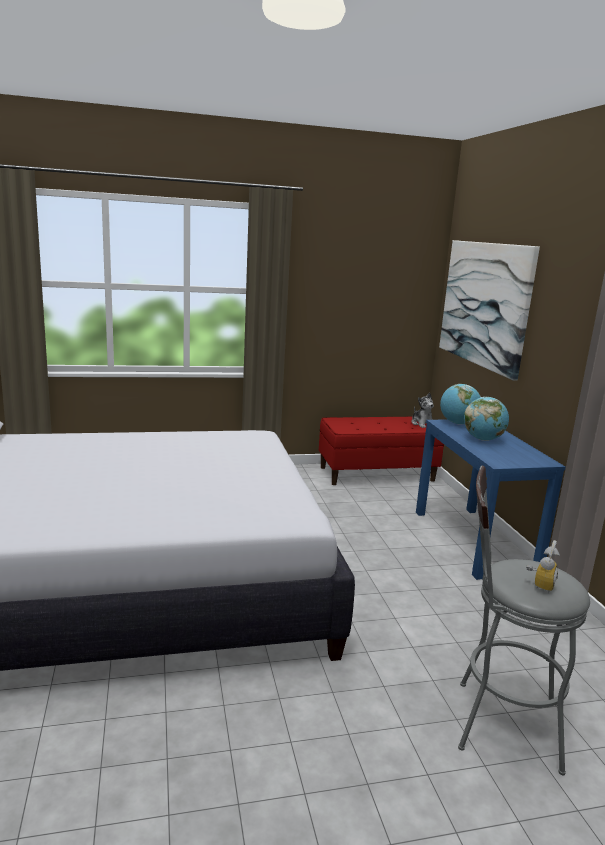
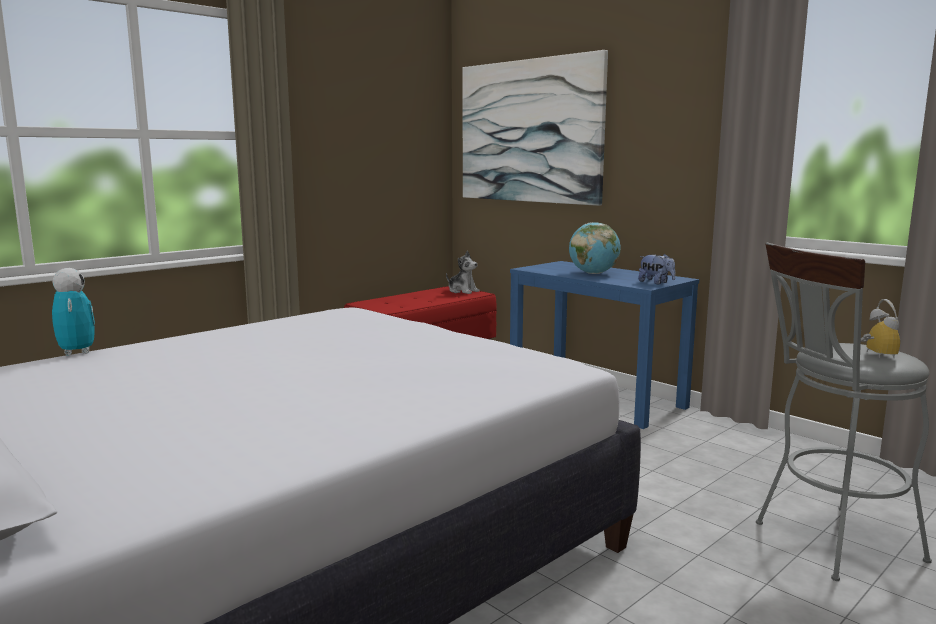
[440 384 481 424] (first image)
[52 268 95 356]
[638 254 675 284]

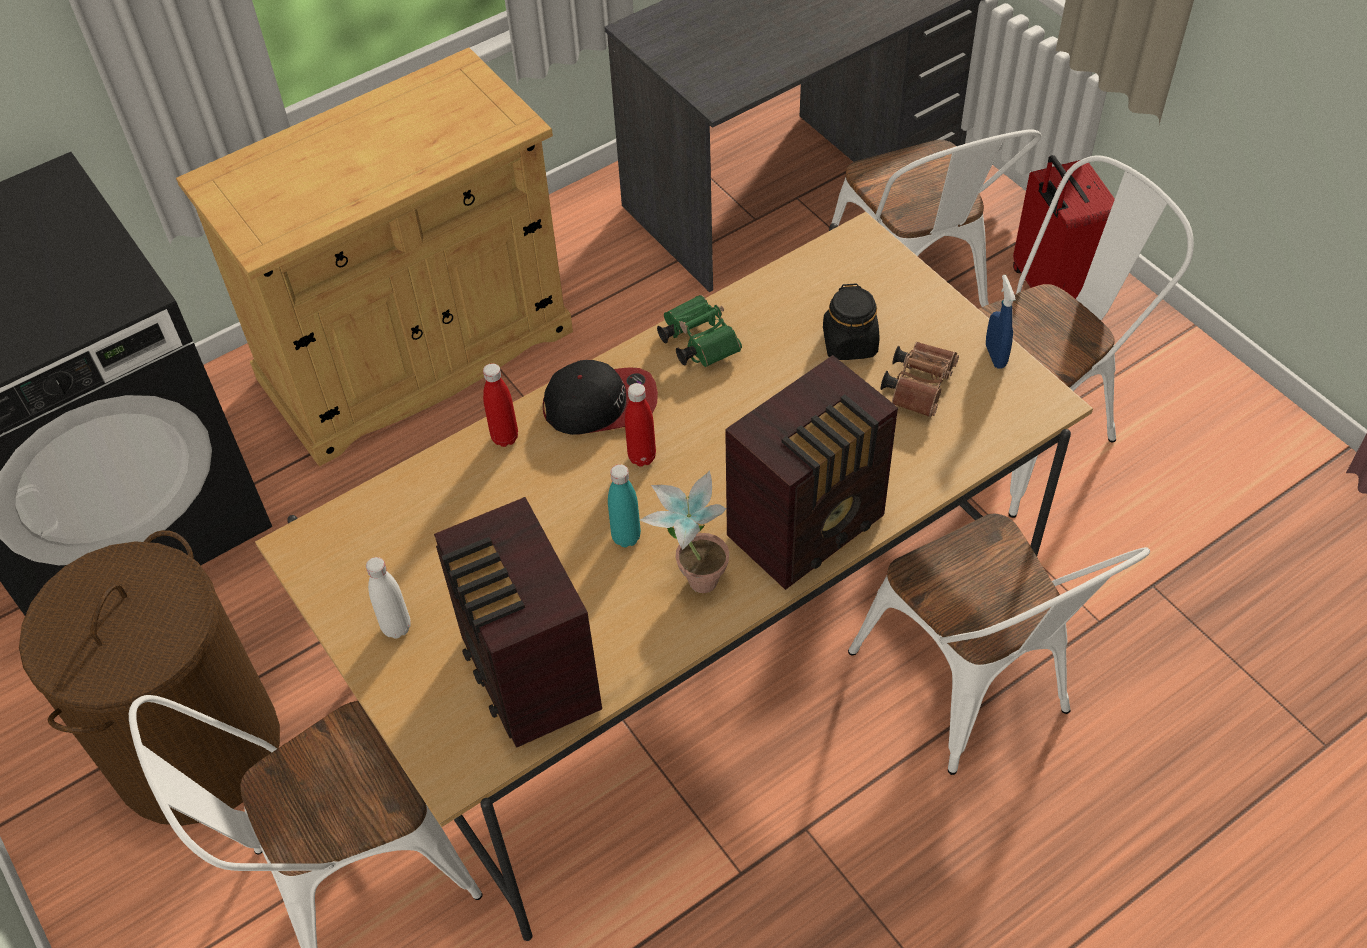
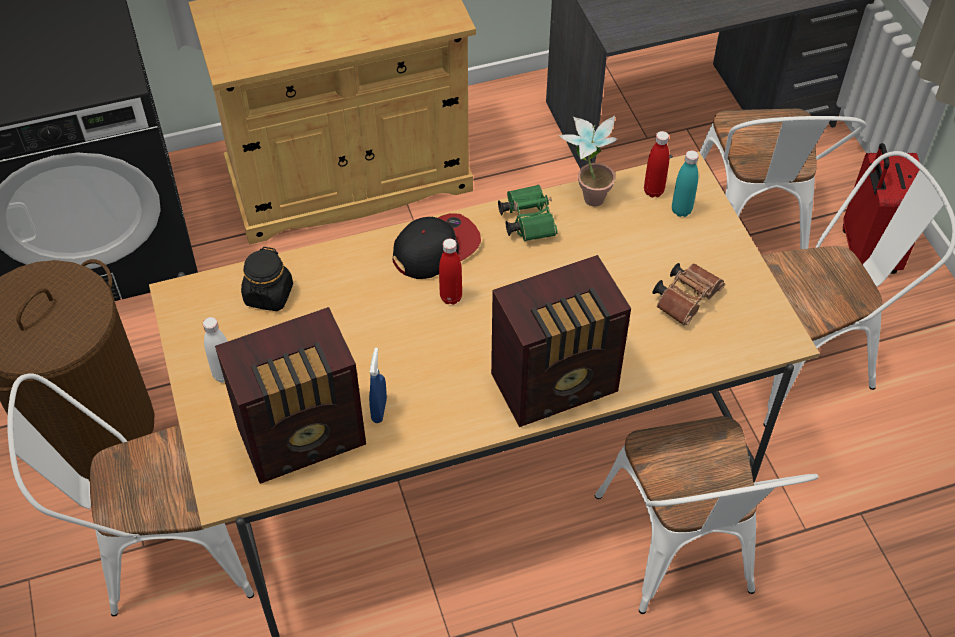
[215 307 366 484]
[644 131 669 197]
[393 213 481 279]
[672 150 699 217]
[558 115 617 206]
[241 247 293 311]
[369 348 387 423]

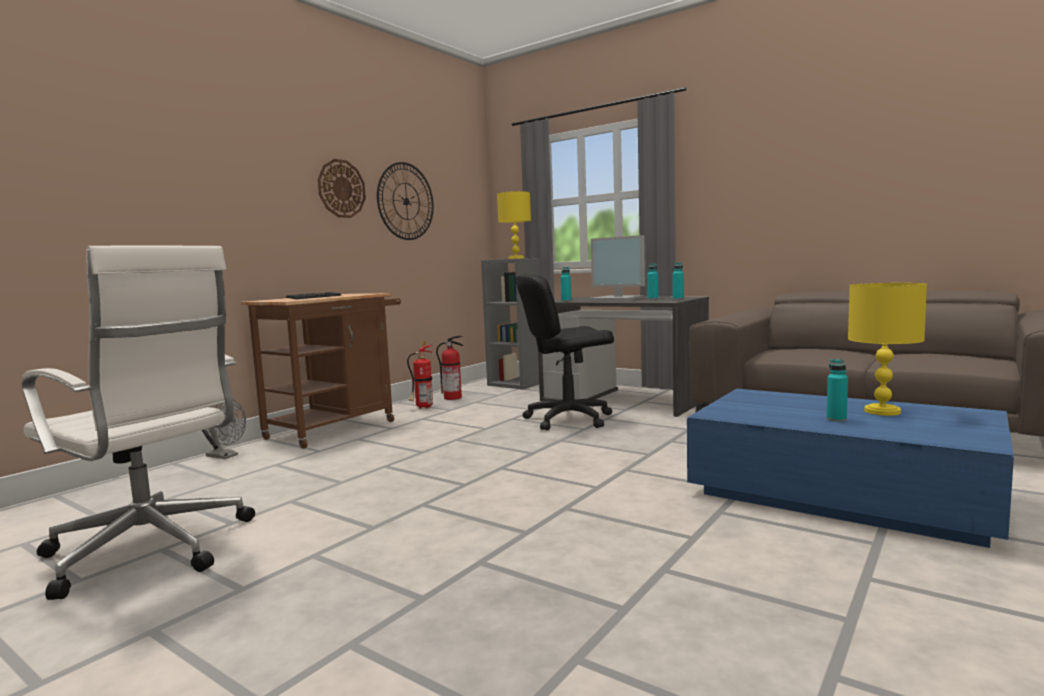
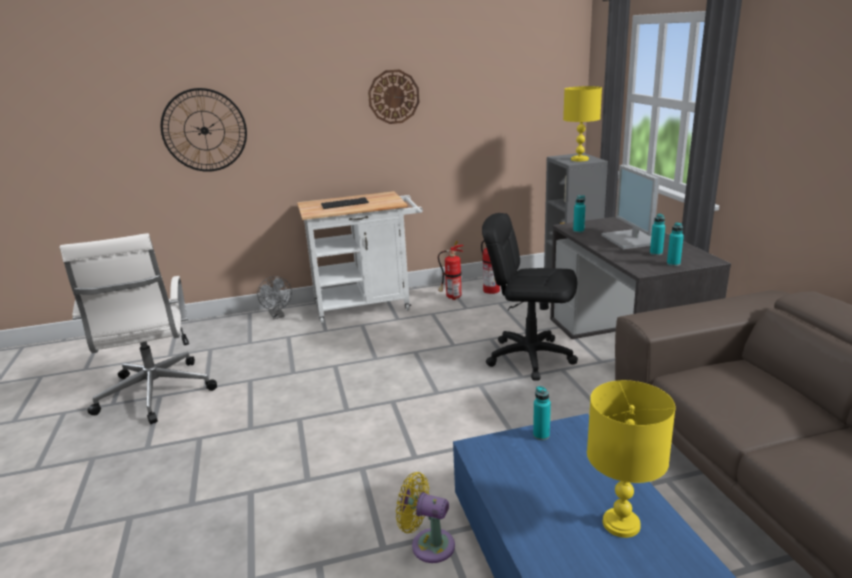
[297 191 423 324]
[161 88 247 172]
[533 386 551 440]
[396 472 455 563]

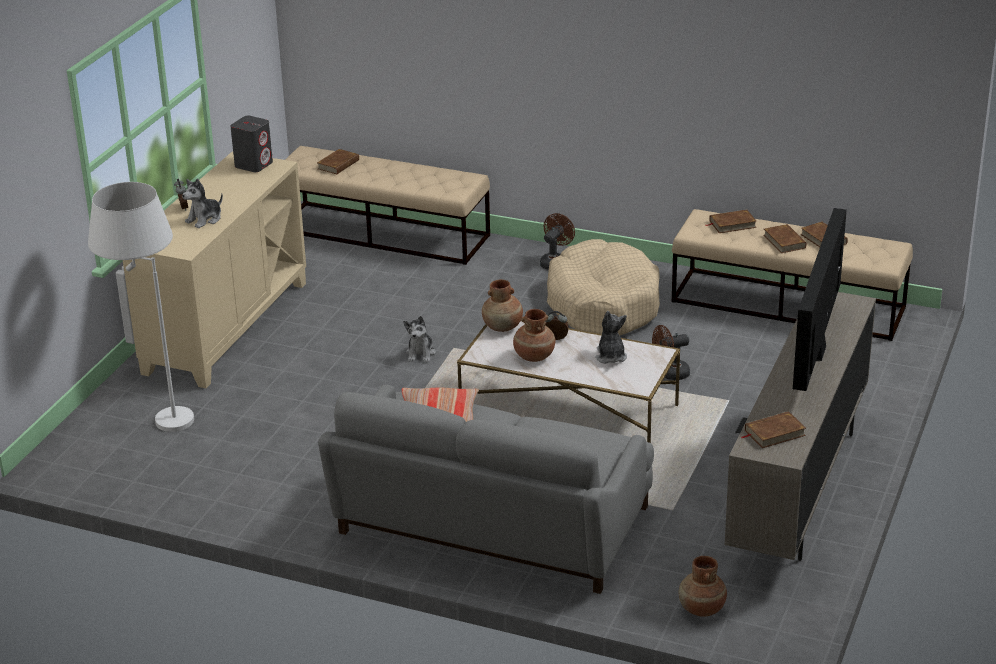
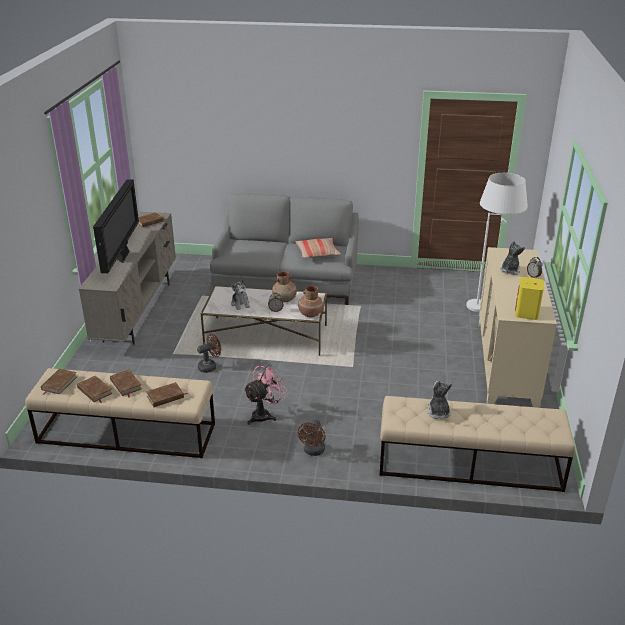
[515 277 544 320]
[41 369 77 395]
[427 381 452 419]
[243 363 288 425]
[679 556 727 617] (first image)

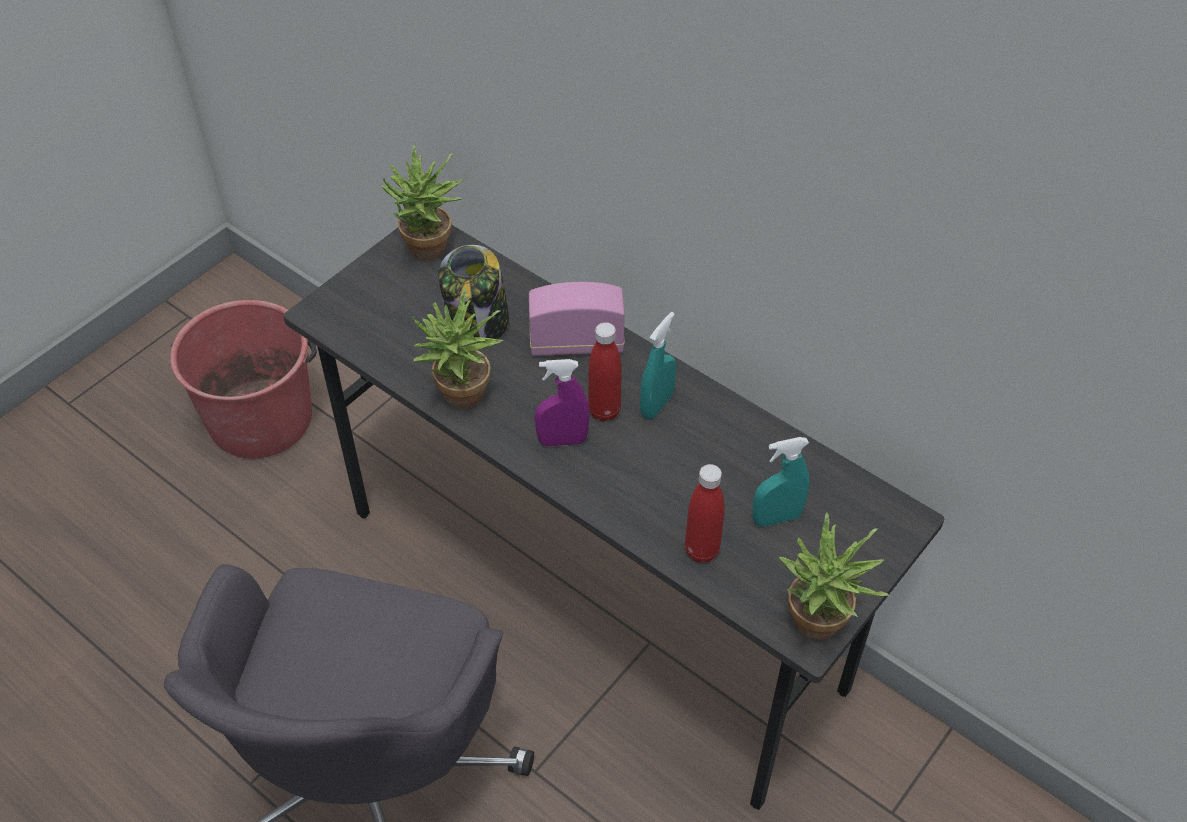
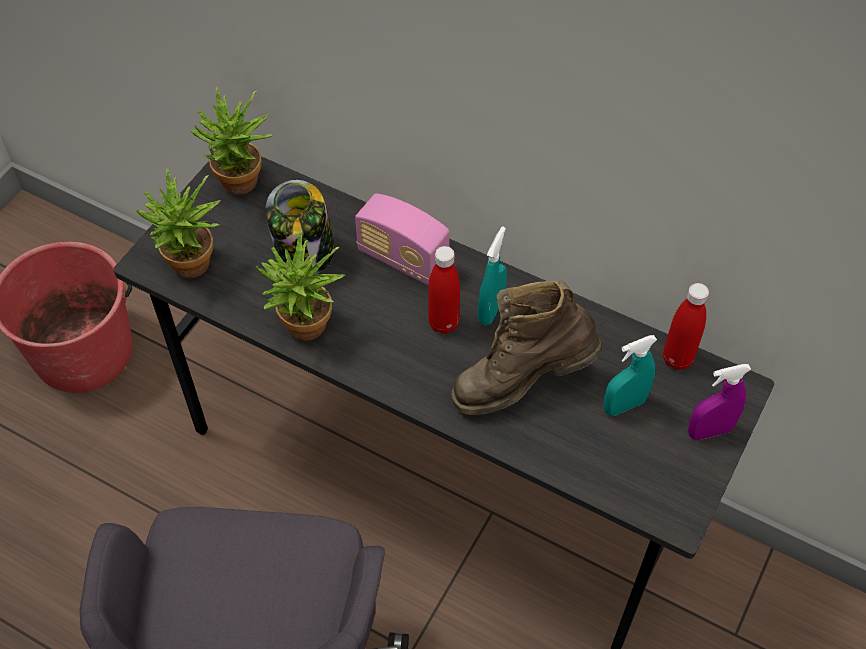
[355 193 450 286]
[688 364 751 440]
[663 283 709 370]
[136 168 221 278]
[451 280 603 415]

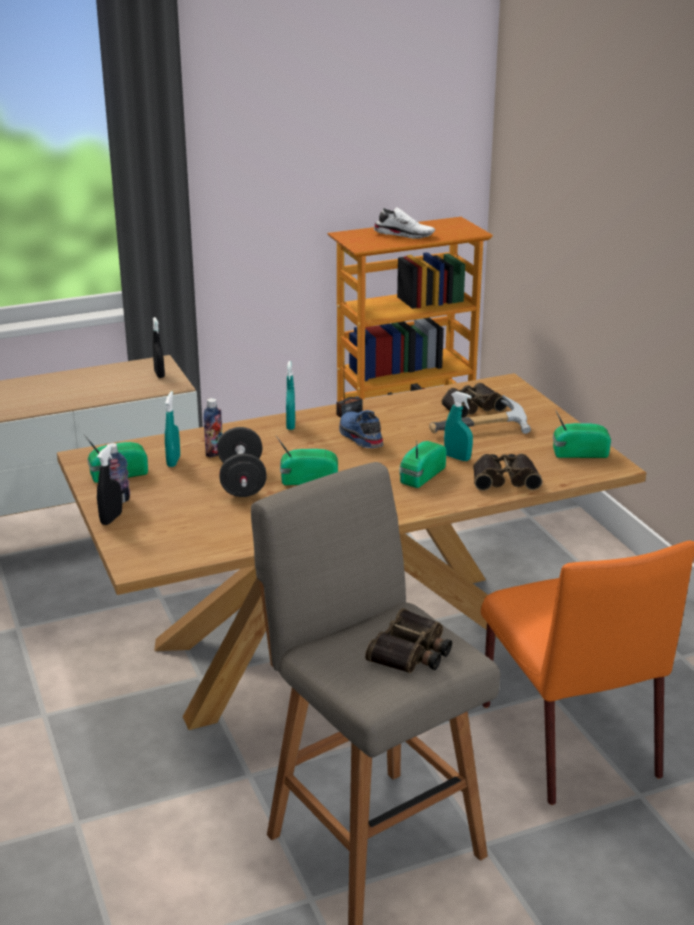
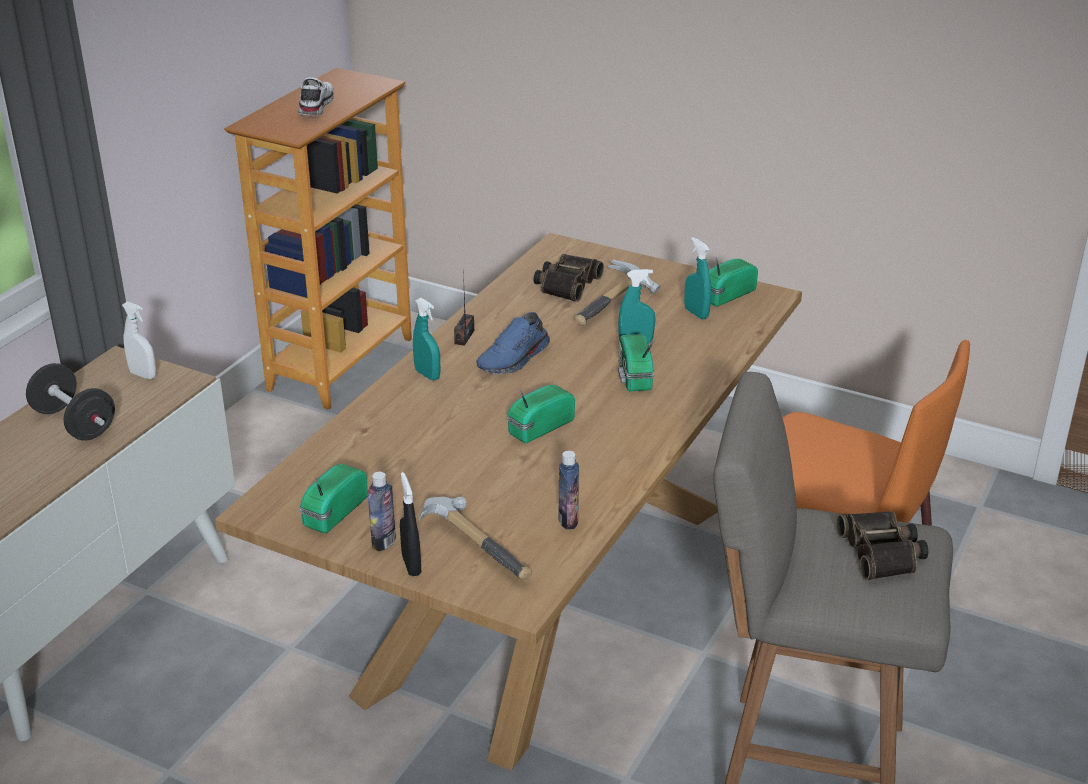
[122 302 156 379]
[684 237 711 319]
[558 451 579 530]
[26 363 115 441]
[476 312 550 374]
[298 77 334 116]
[473 454 543 491] (first image)
[419 496 532 579]

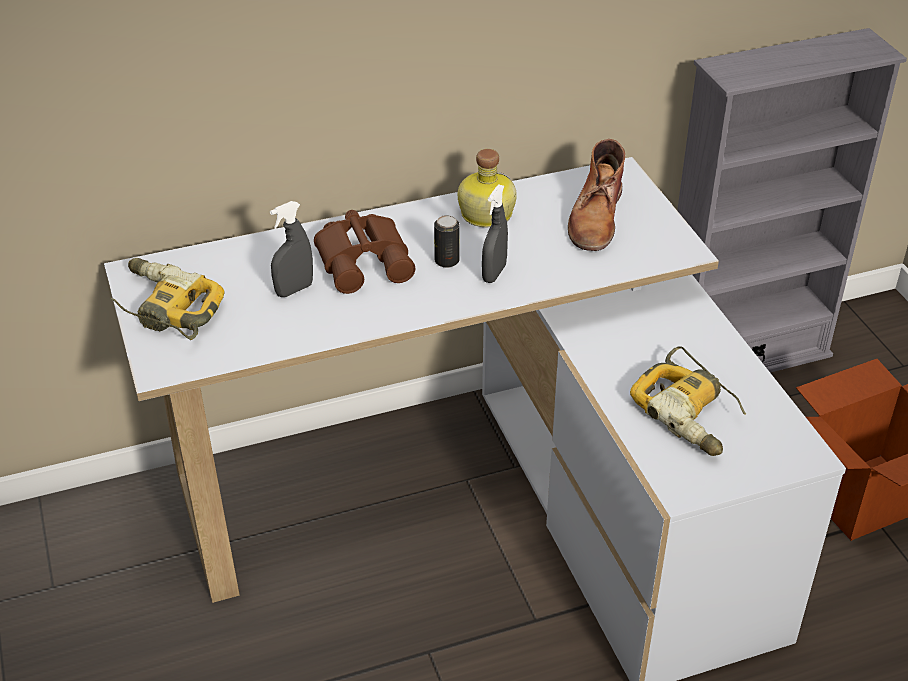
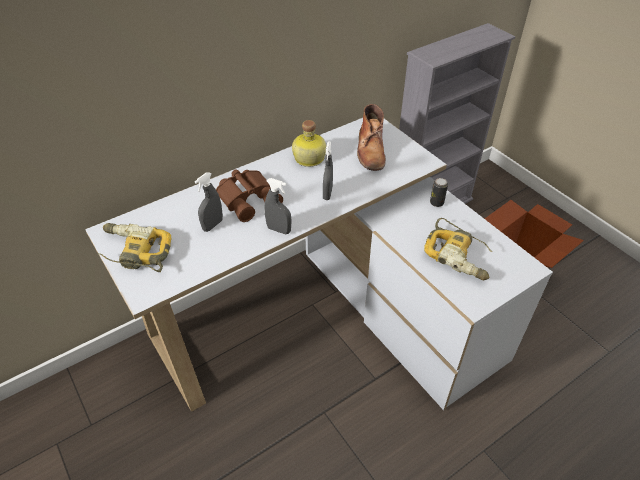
[430 178 448 207]
[264 178 291 234]

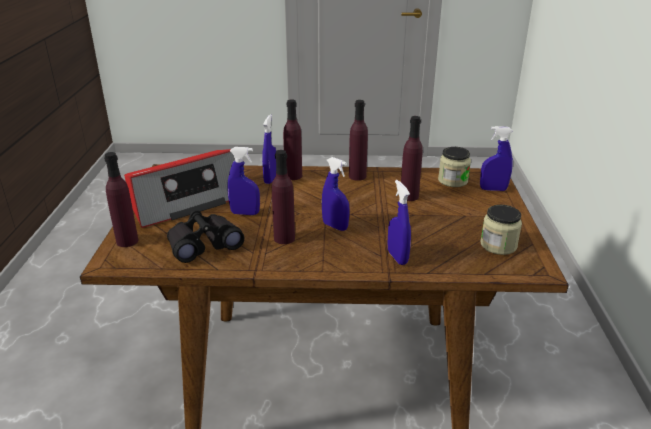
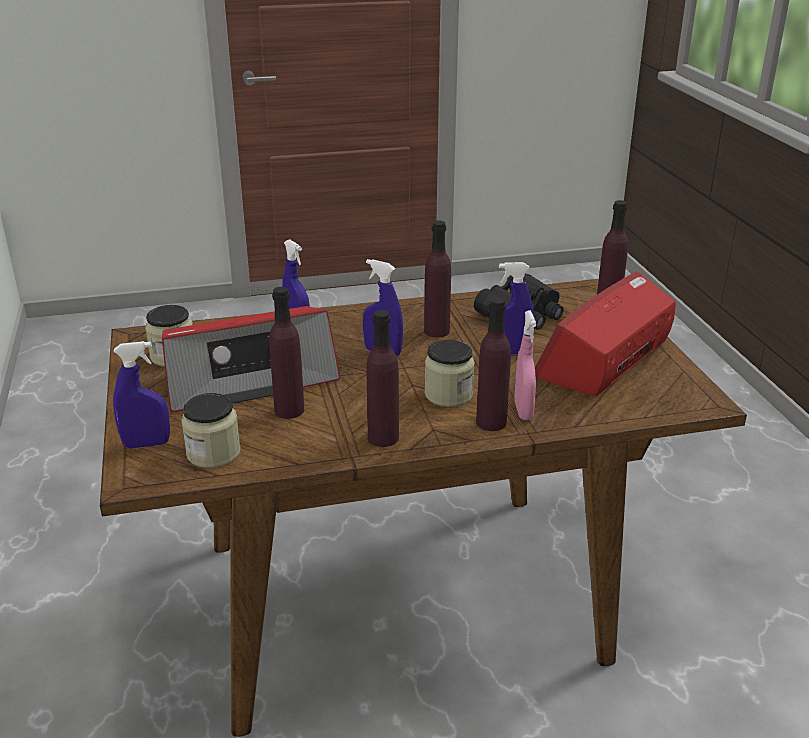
[514 310 536 420]
[162 306 340 412]
[425 340 475 407]

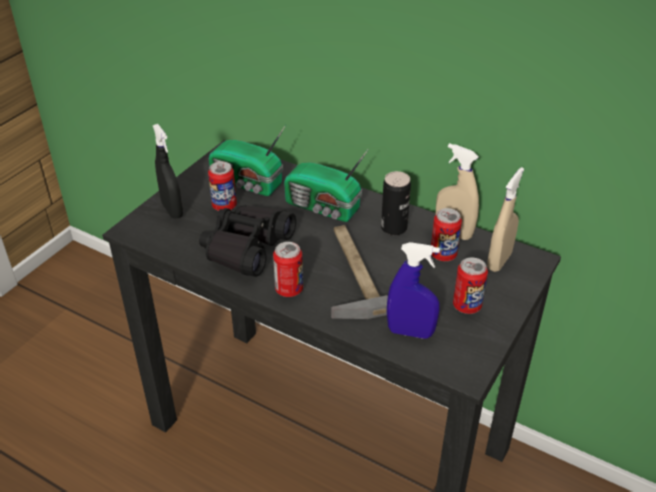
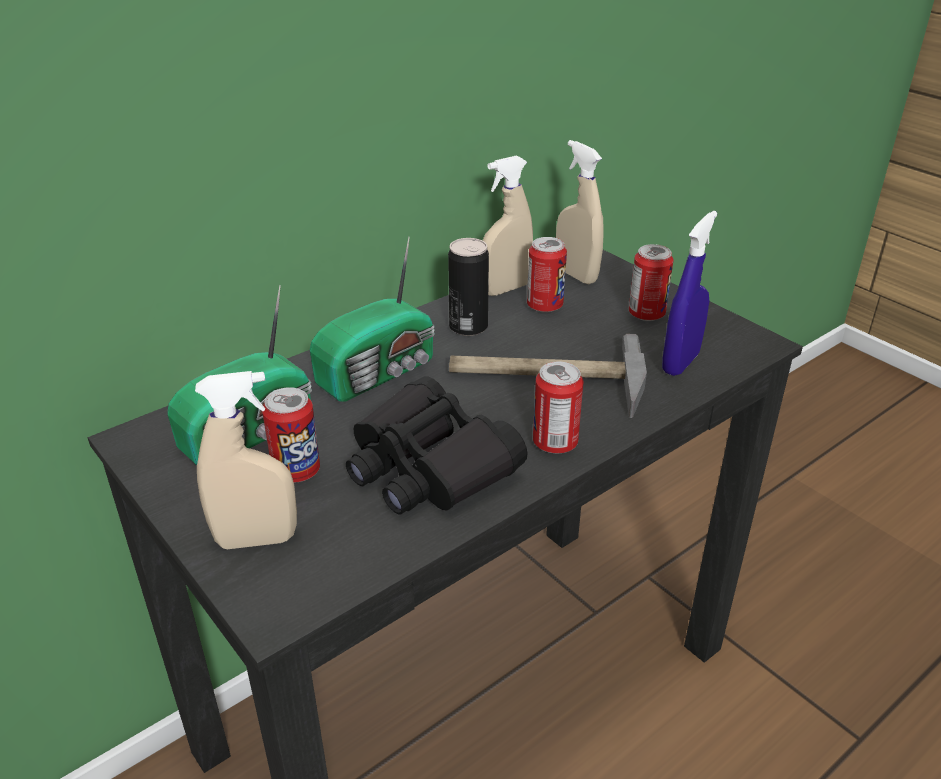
[195 371 297 549]

